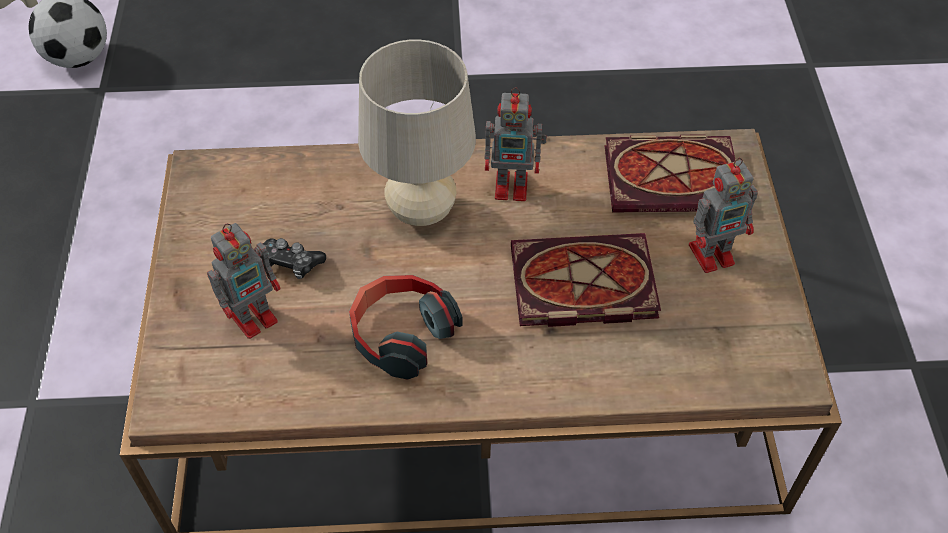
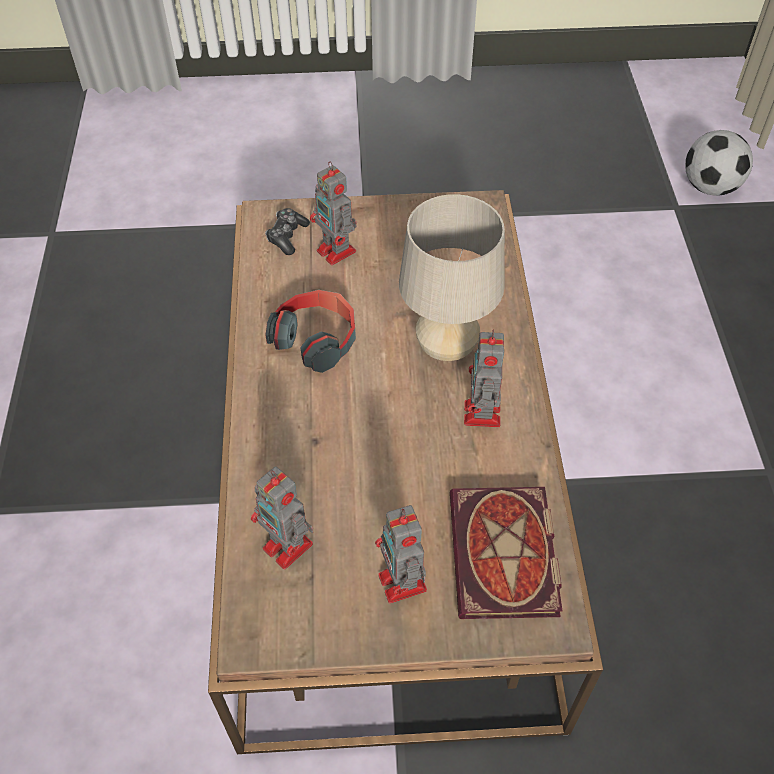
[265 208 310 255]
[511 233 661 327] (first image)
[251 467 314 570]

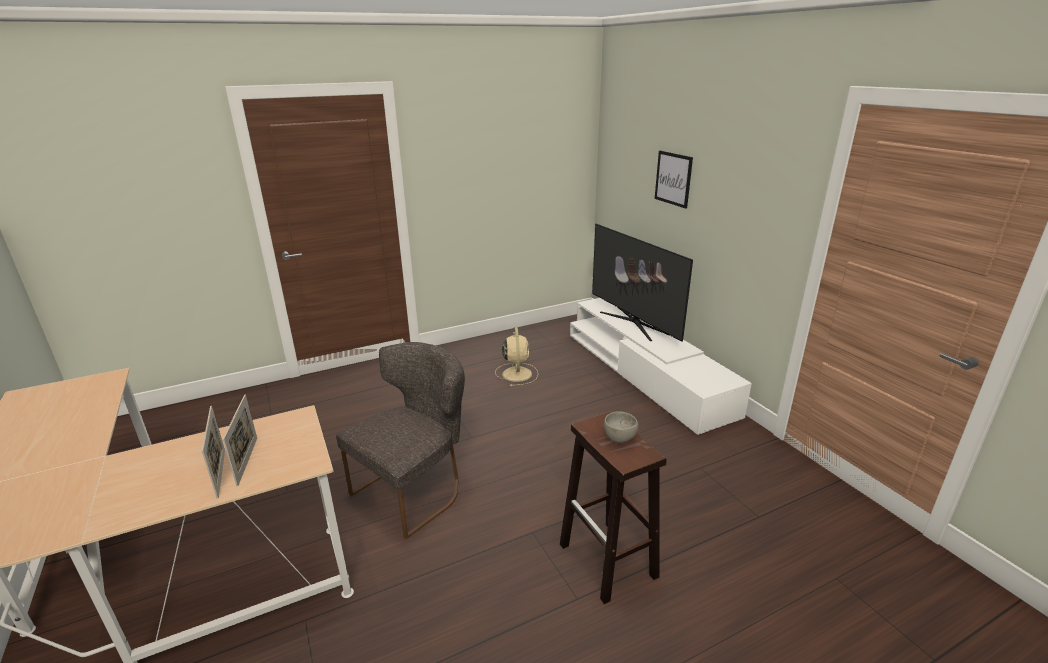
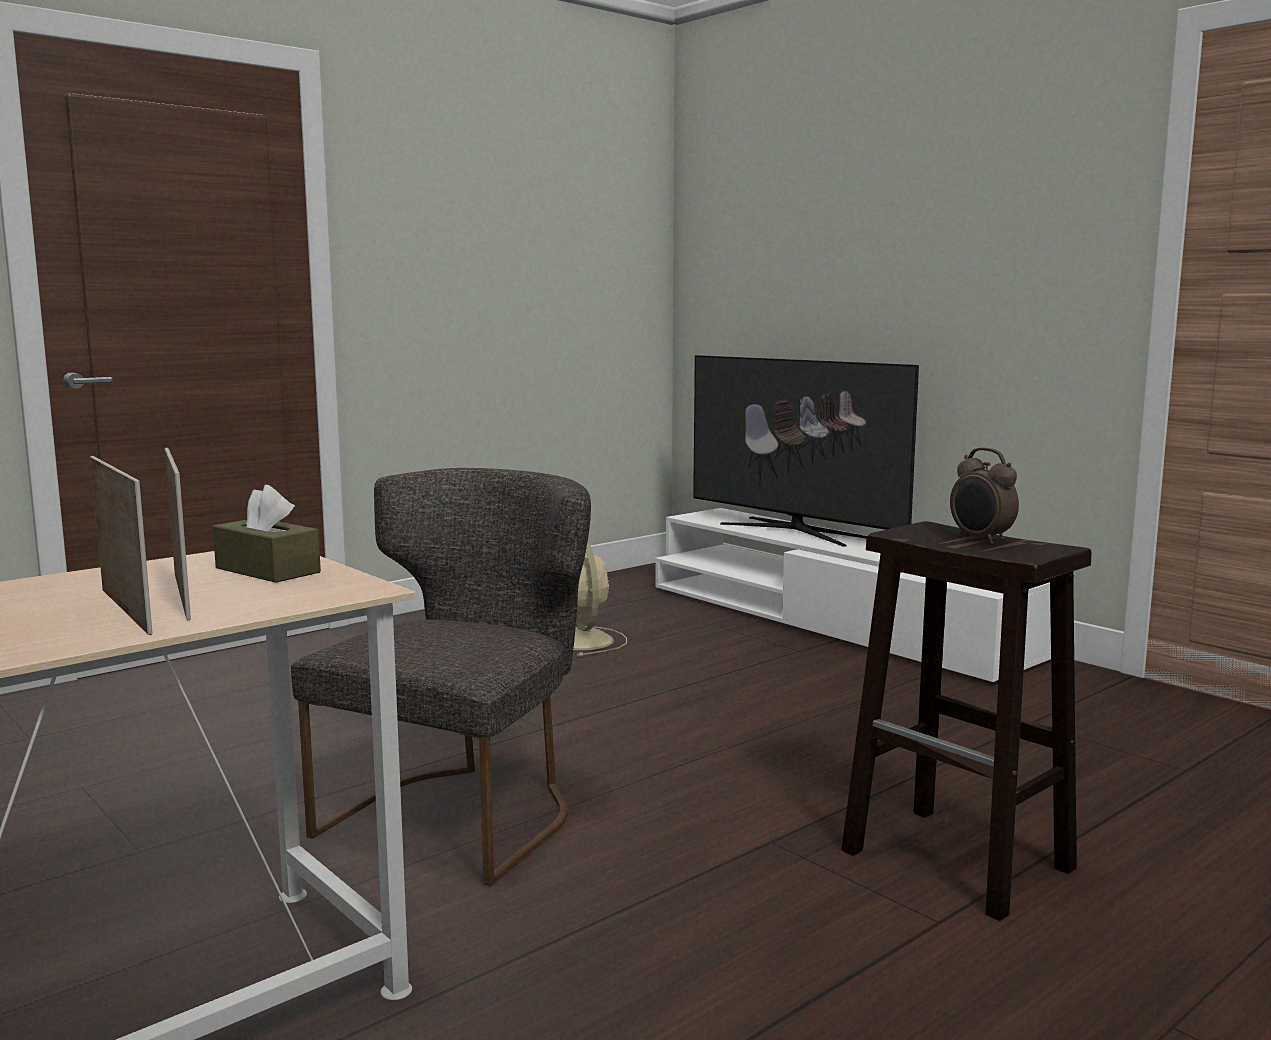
[950 448 1019 544]
[655 151 693 209] (first image)
[213 484 321 583]

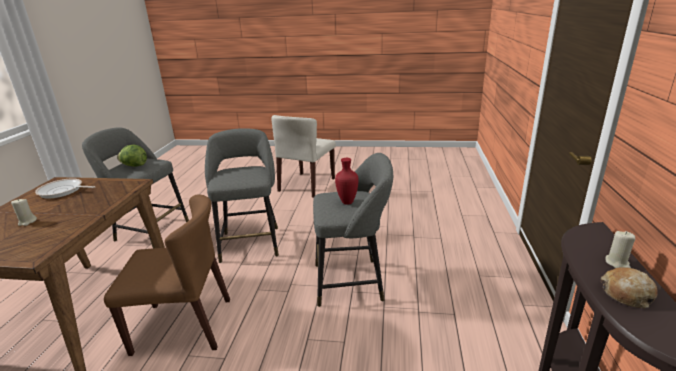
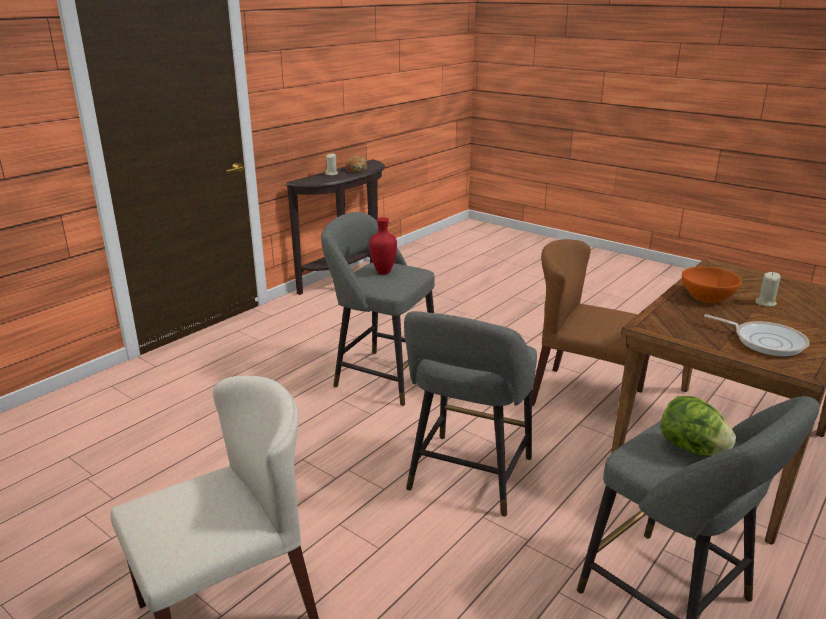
[682 266 742 303]

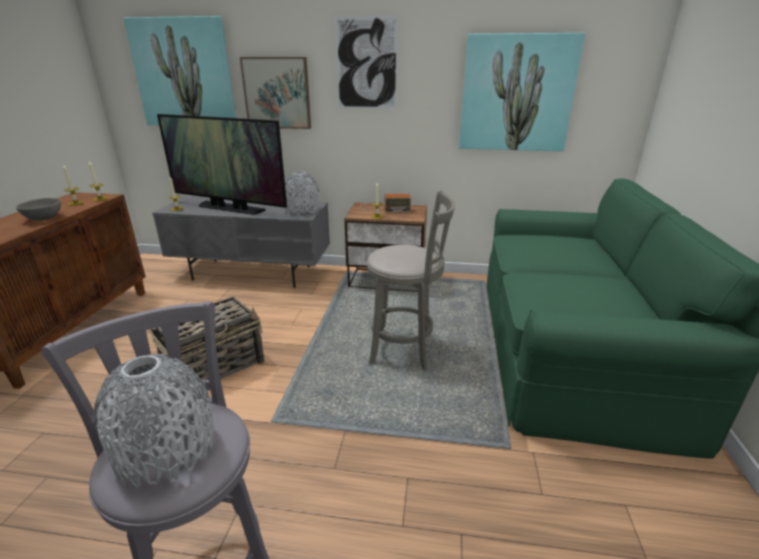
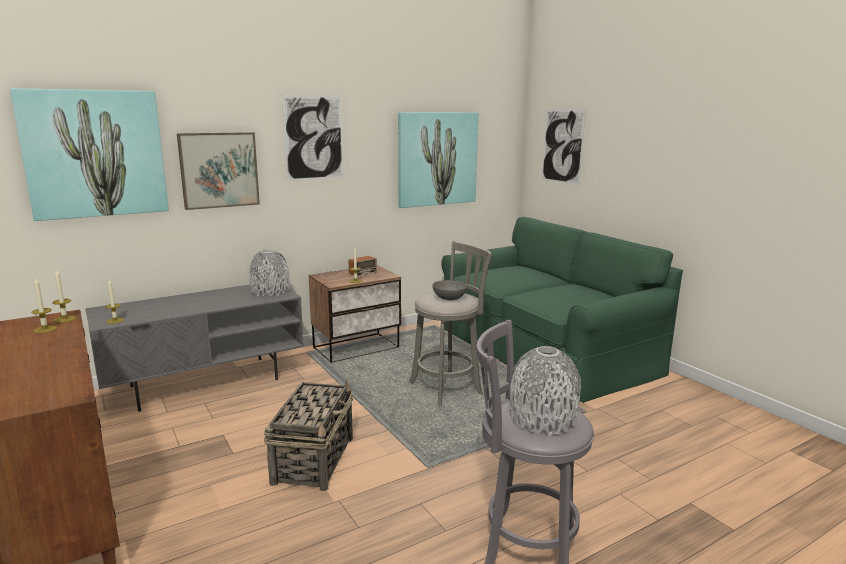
[432 280 468 301]
[157 114 287 215] (first image)
[542 109 586 185]

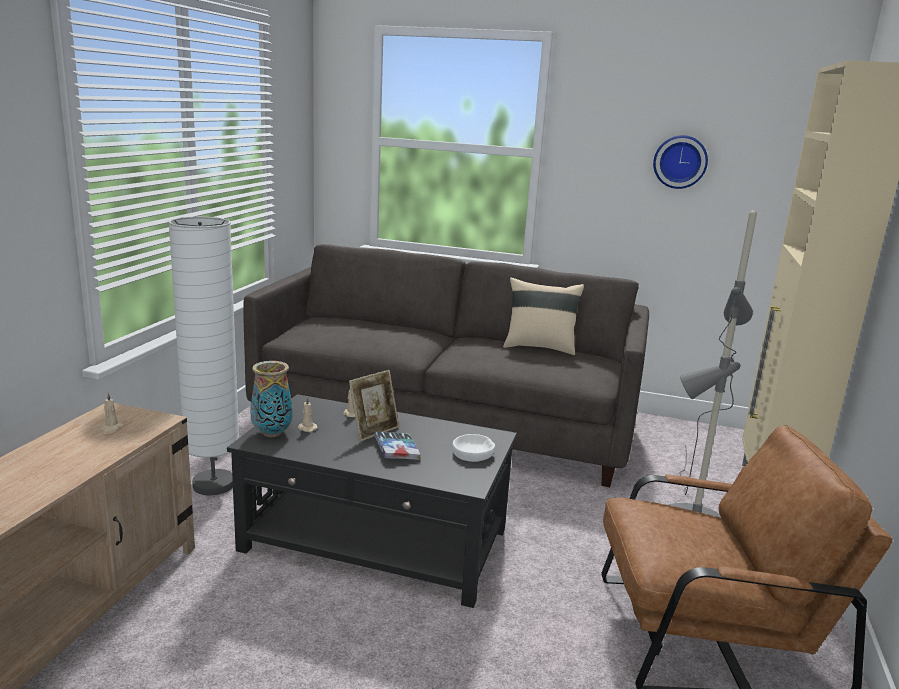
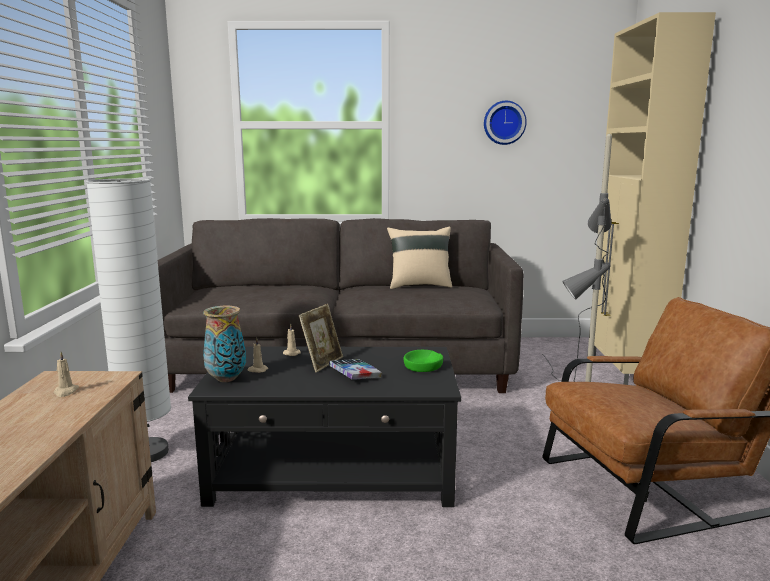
[404 350 443 372]

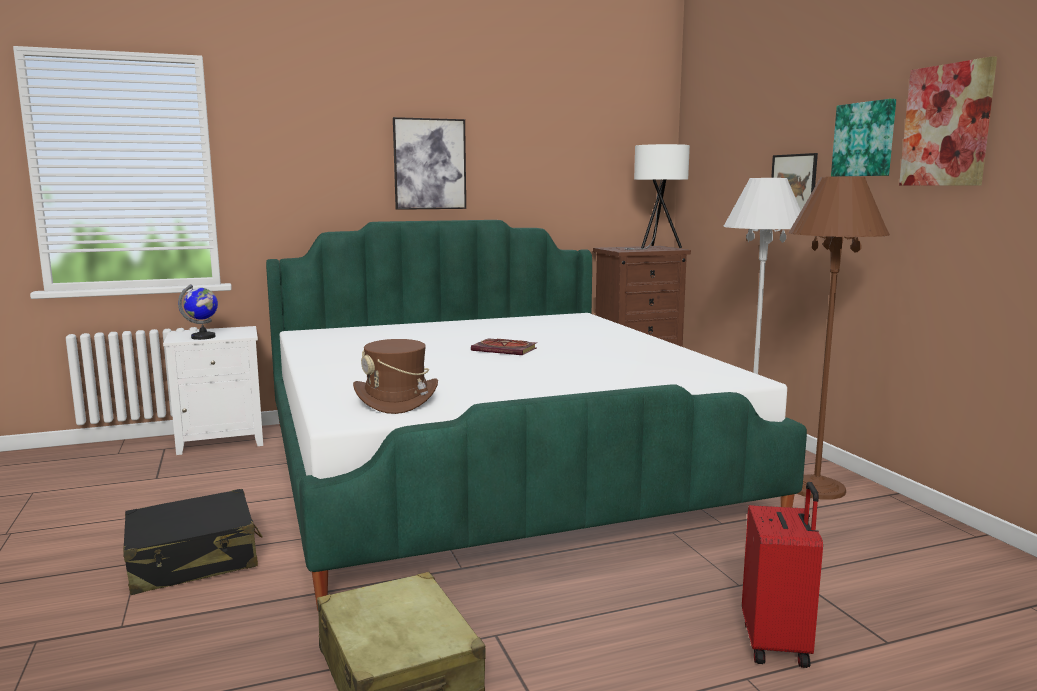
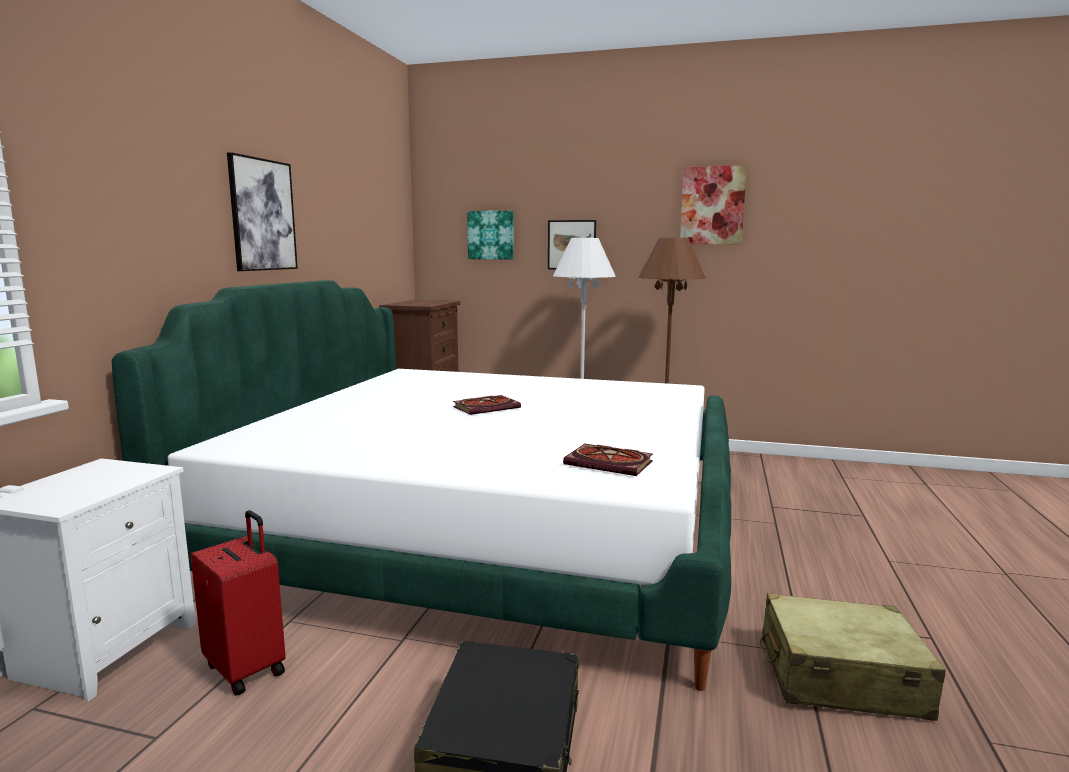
[178 284 218 340] (first image)
[563 444 653 476]
[625 144 690 250] (first image)
[191 510 286 696]
[467 211 514 260]

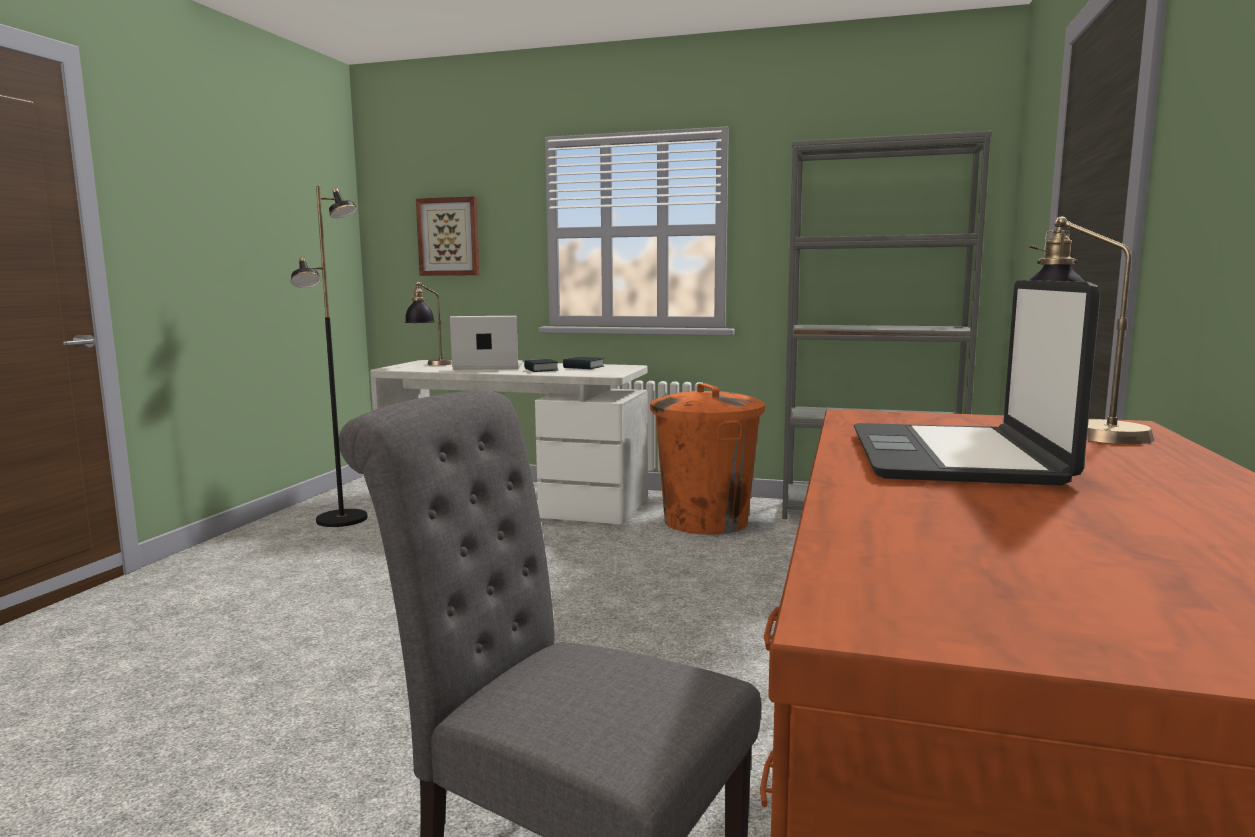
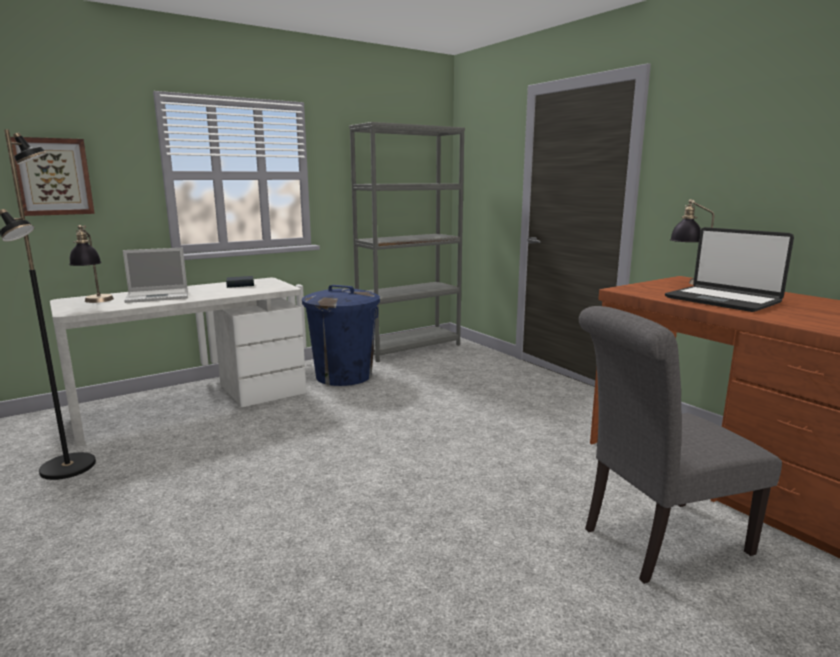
[123 248 188 303]
[524 359 558 372] (first image)
[302 285 380 386]

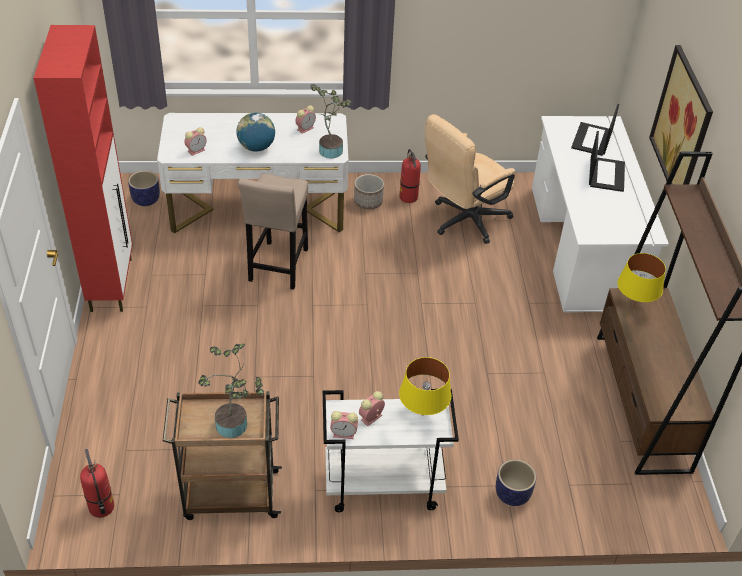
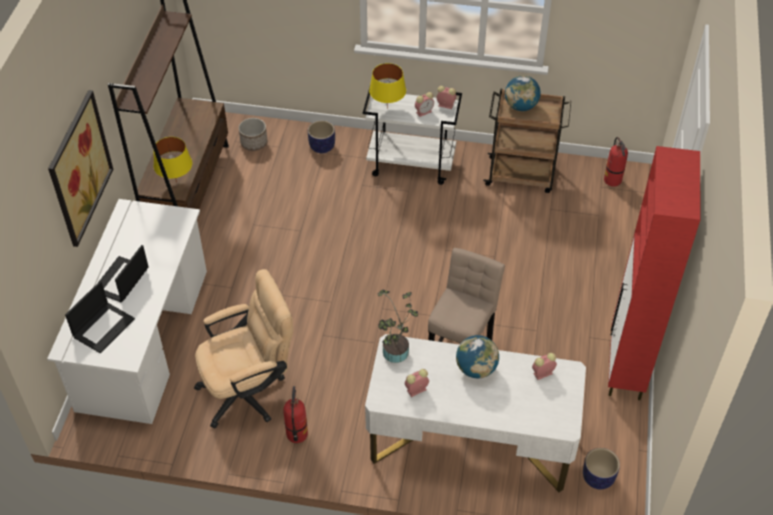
[505 76 541 111]
[239 118 267 151]

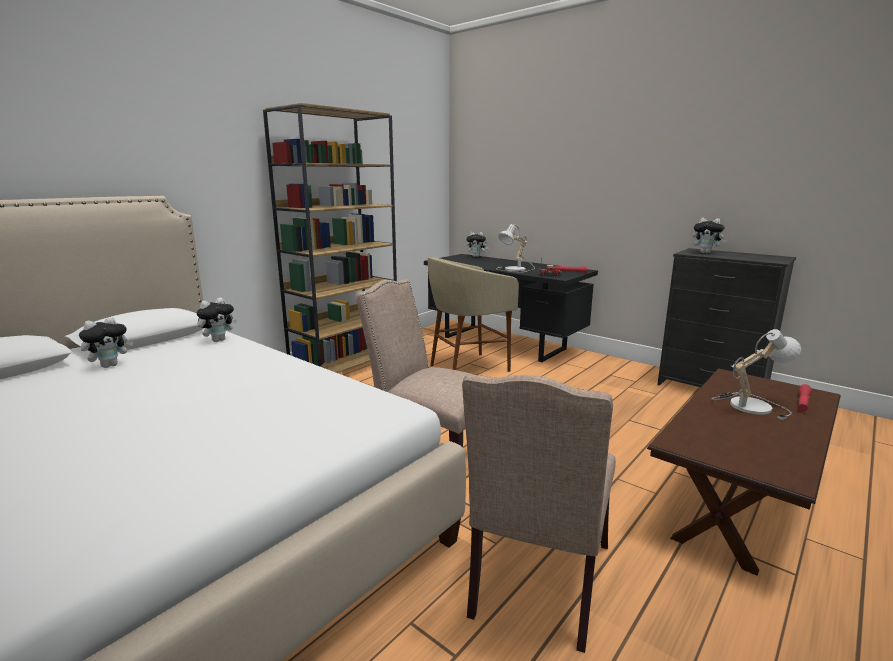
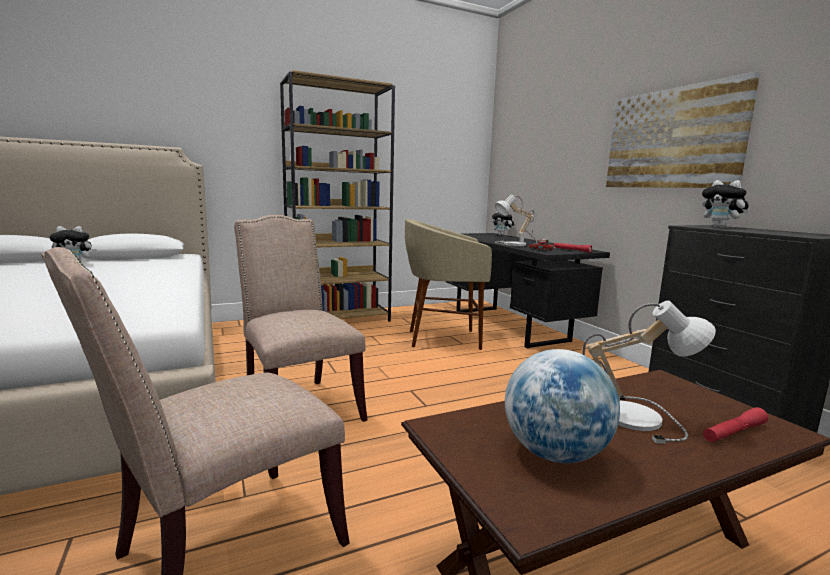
[197 298 237 342] (first image)
[505 349 620 463]
[606 71 760 188]

